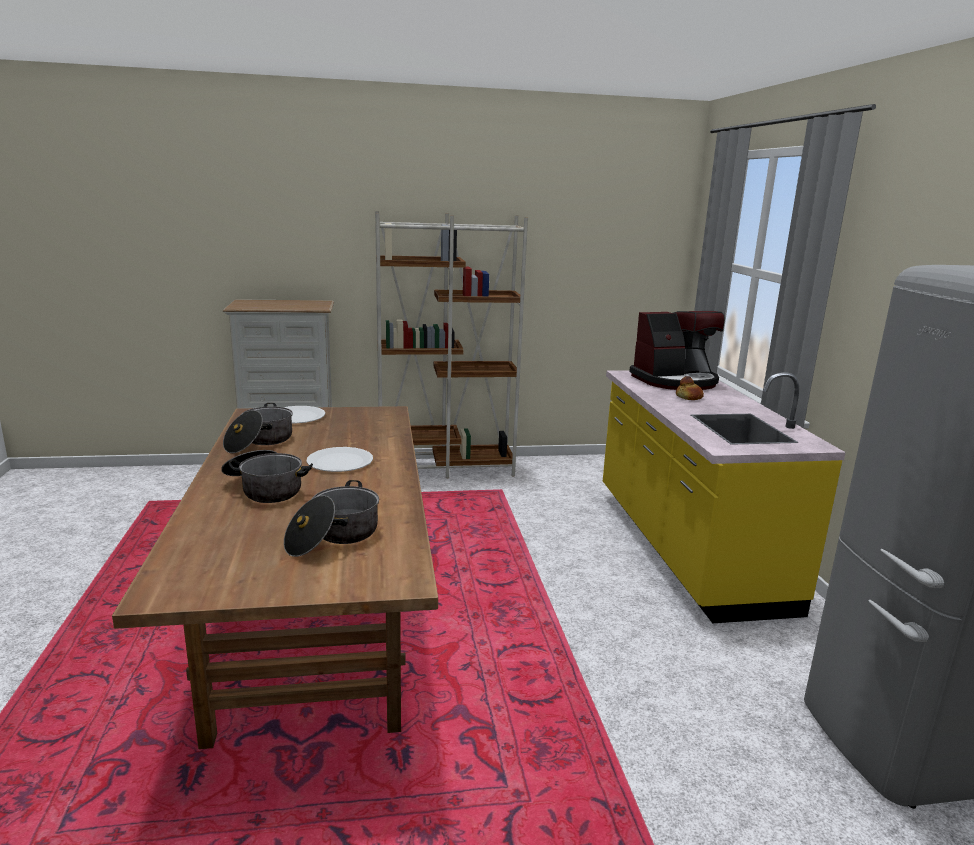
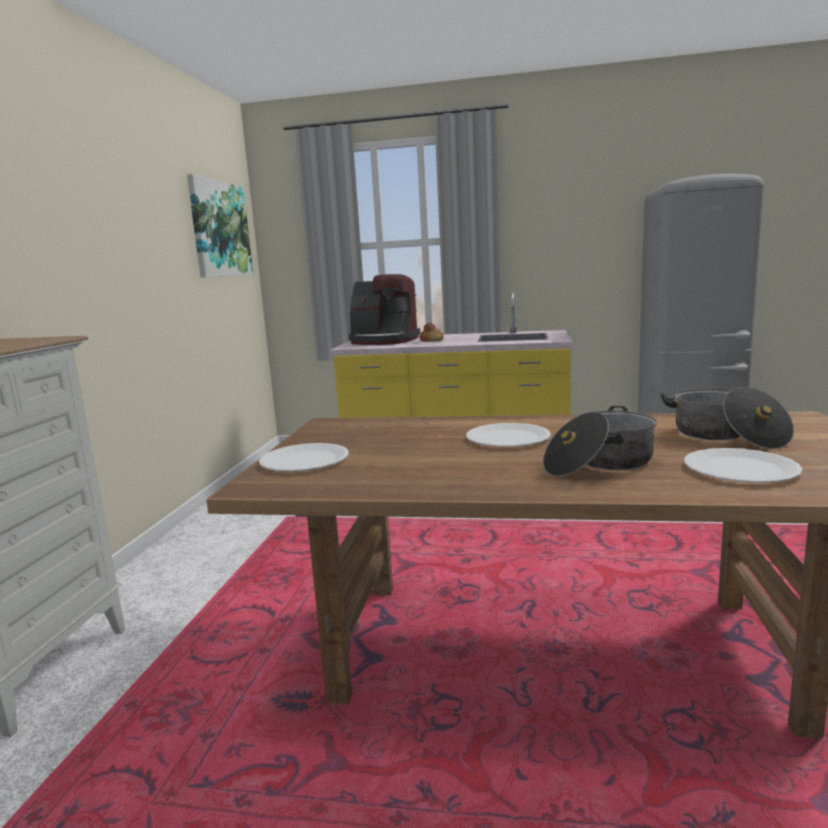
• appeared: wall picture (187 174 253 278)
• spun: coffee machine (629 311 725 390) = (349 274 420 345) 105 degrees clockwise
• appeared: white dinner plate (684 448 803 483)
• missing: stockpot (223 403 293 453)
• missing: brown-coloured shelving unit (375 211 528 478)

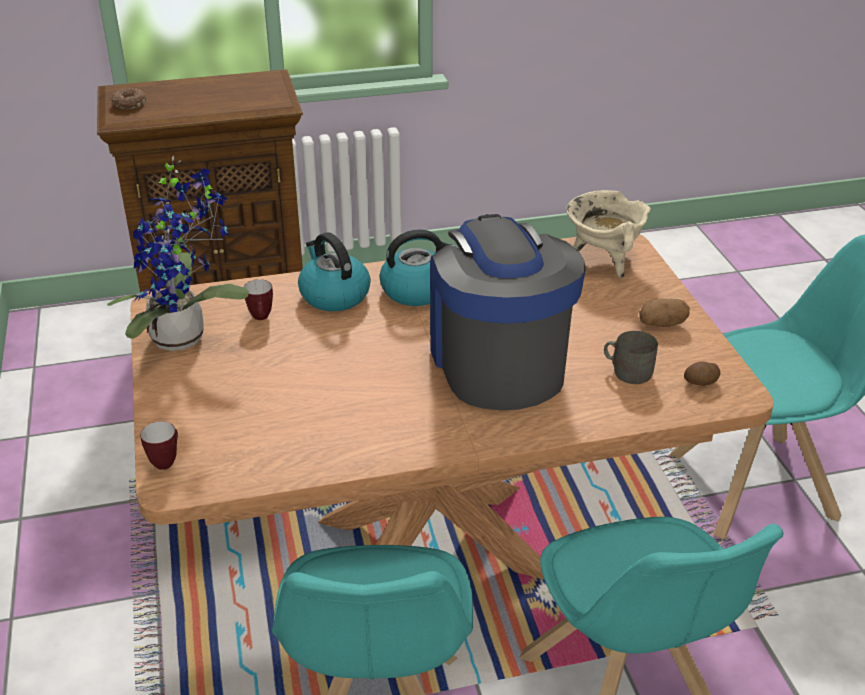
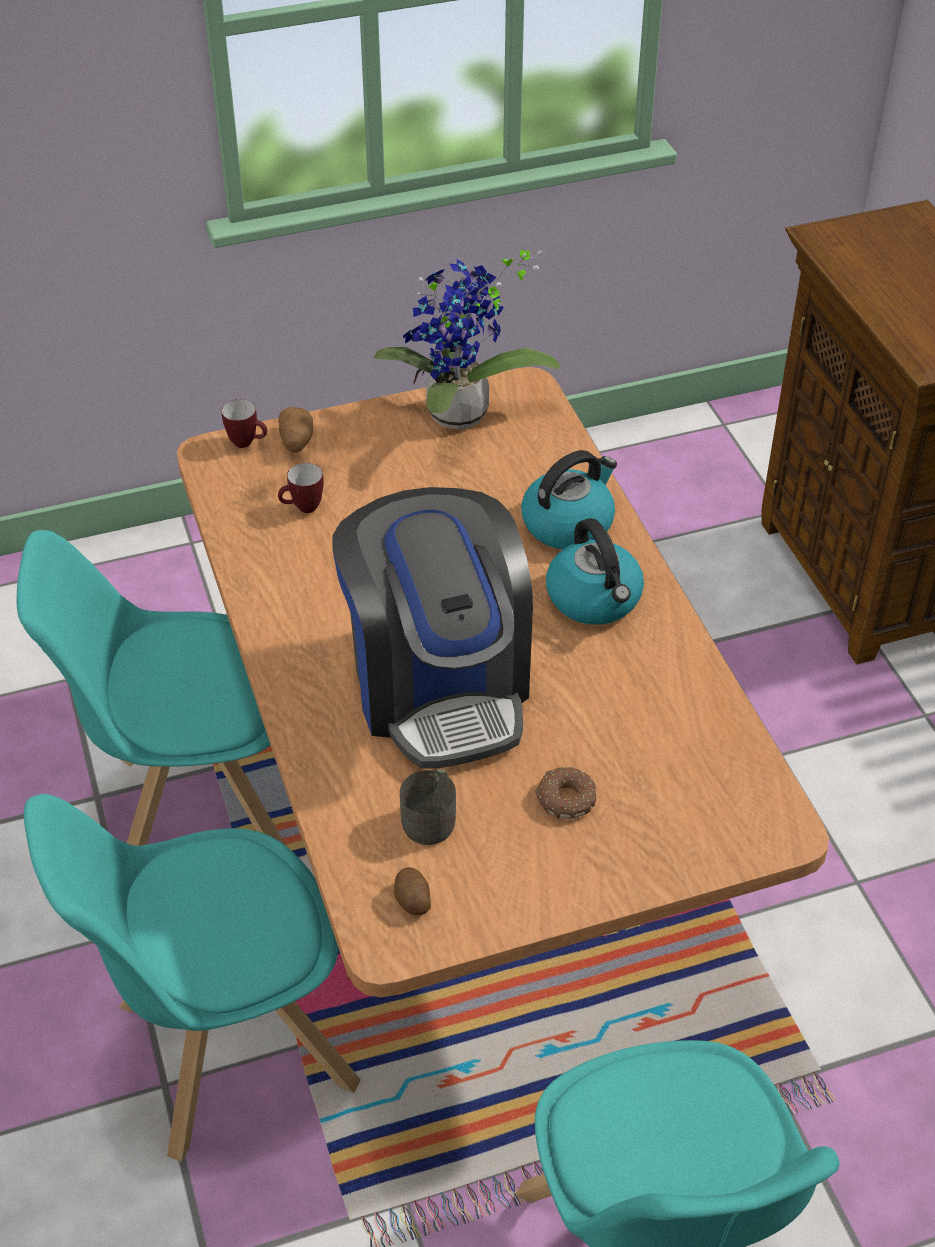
• relocated: tea mug (244 279 273 320) to (278 463 324 513)
• relocated: potato (639 299 690 327) to (279 407 313 453)
• spun: coffee machine (430 214 586 410) = (333 487 533 769) 90 degrees clockwise
• relocated: ring doughnut (110 88 146 109) to (535 766 597 819)
• missing: beige stockpot (566 190 651 278)

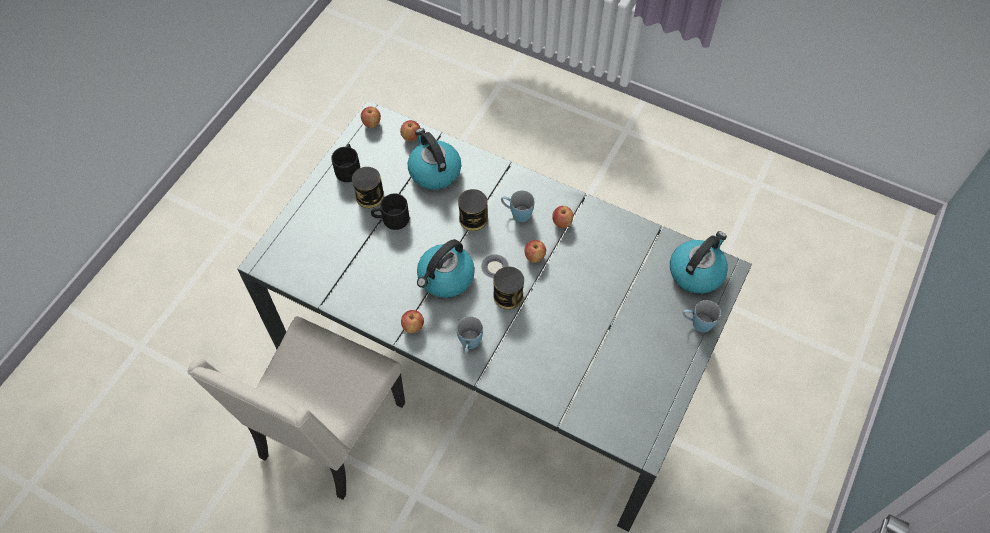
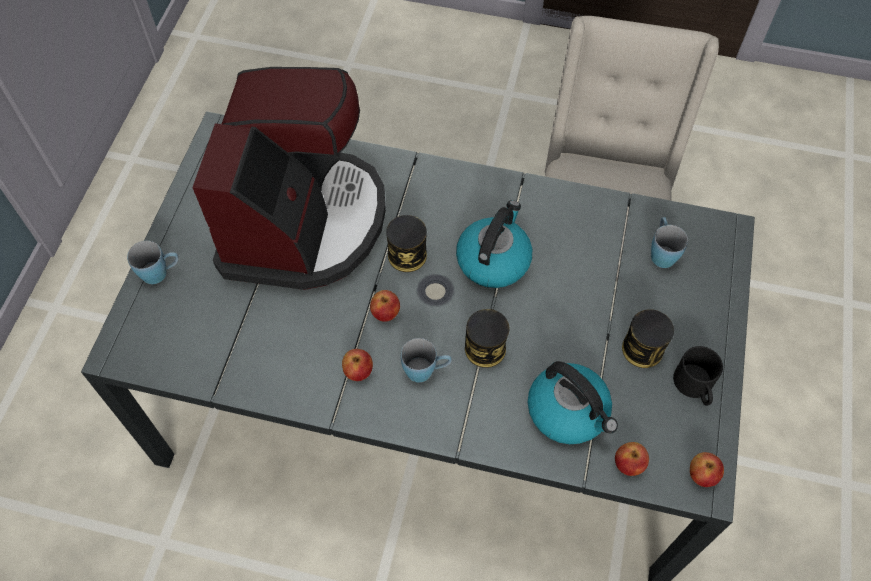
• appeared: coffee machine (192 67 386 290)
• relocated: bluish tea mug (457 316 483 354) to (651 217 688 268)
• missing: blackish tea mug (371 193 409 230)
• missing: apple fruit (401 310 424 333)
• missing: kettle (670 231 728 294)

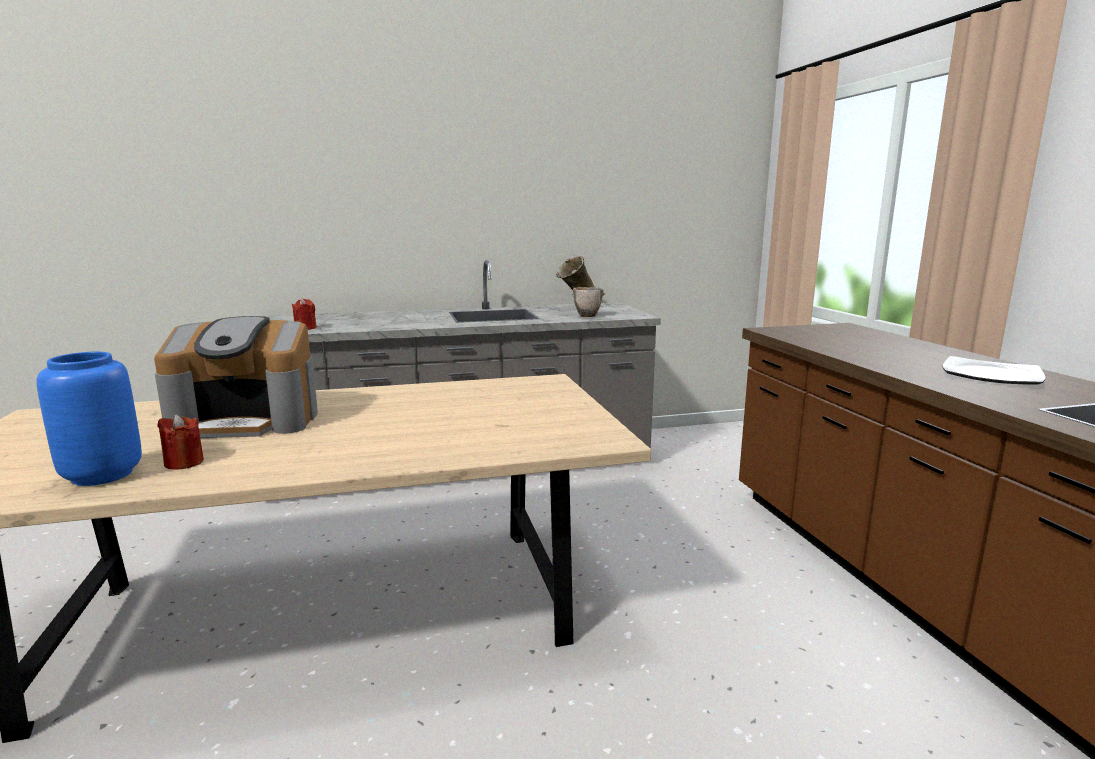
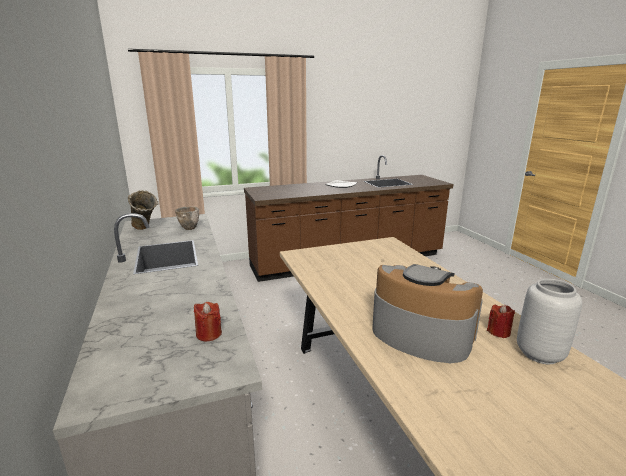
• spun: coffee machine (154 316 318 438) = (372 264 483 363) 45 degrees counterclockwise
• colour: bluish flower vase (36 352 142 486) to grey flower vase (517 278 582 364)

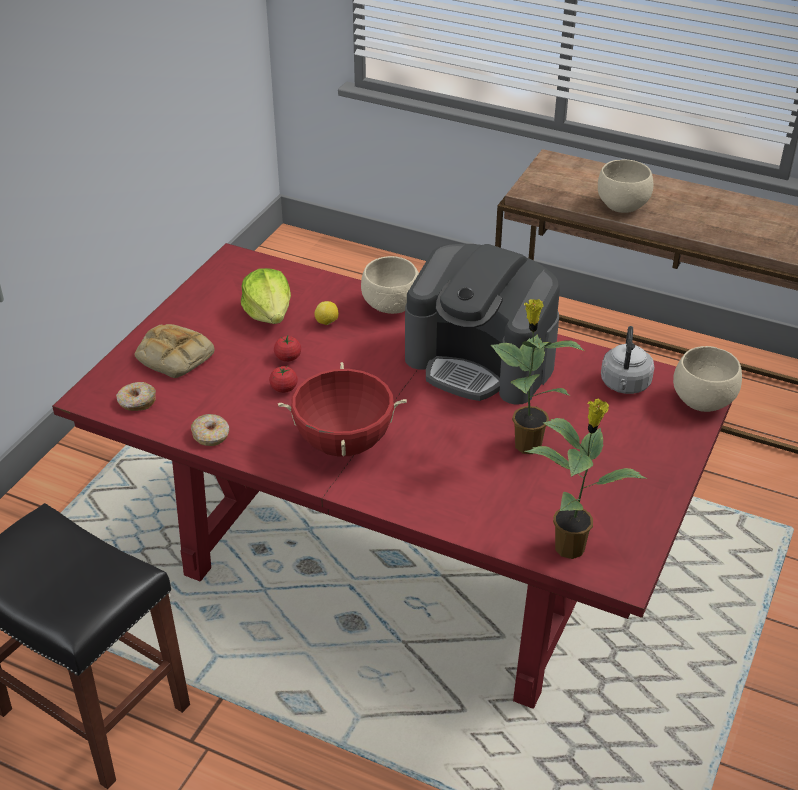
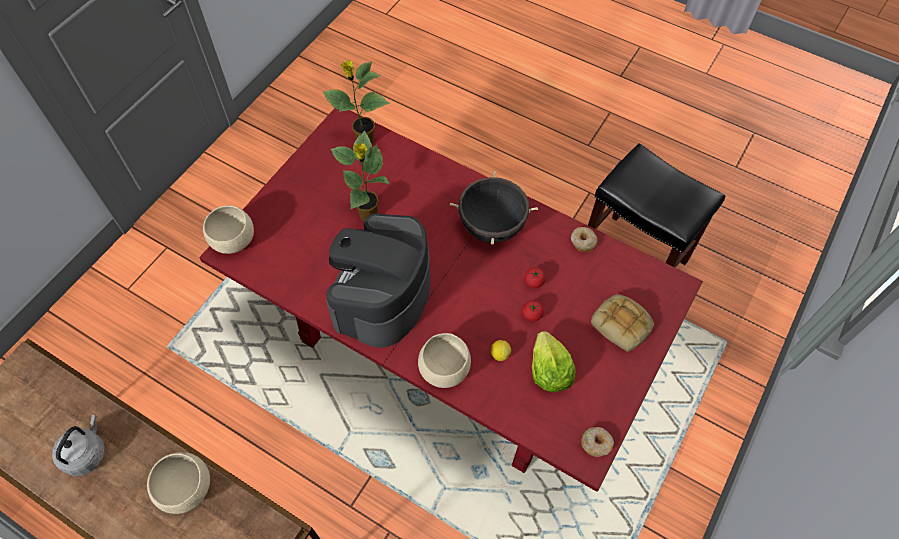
• relocated: grey kettle (601 326 654 394) to (52 415 105 476)
• spun: coffee machine (405 243 560 405) = (326 213 430 348) 105 degrees counterclockwise
• colour: red stockpot (278 362 407 456) to blackish stockpot (450 171 538 245)
• relocated: ring doughnut (116 382 156 411) to (581 427 614 457)

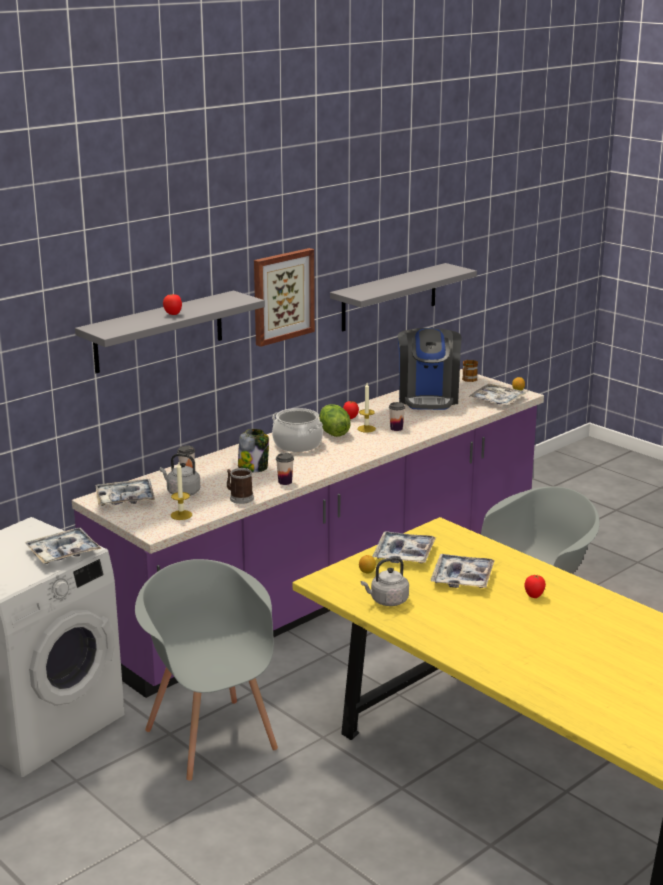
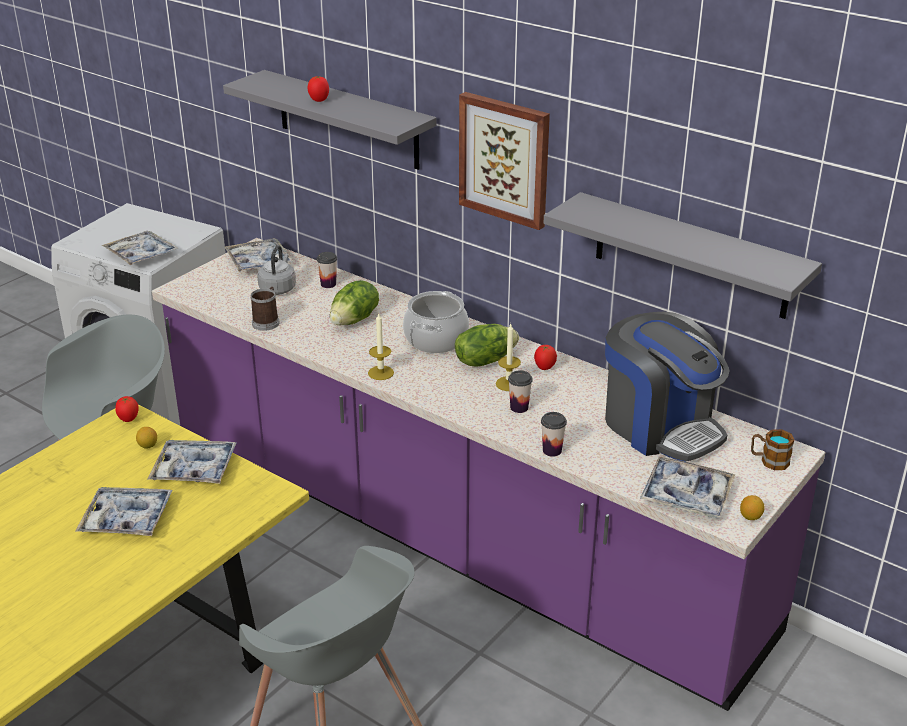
• relocated: tomato (525 575 546 598) to (115 396 139 422)
• exchanged: storage jar (238 429 269 472) to lettuce head (330 280 379 325)
• relocated: wax light (171 463 192 520) to (368 313 394 380)
• relocated: small cup (276 453 294 485) to (541 412 567 457)
• spun: coffee machine (398 328 462 410) = (605 312 730 462) 120 degrees counterclockwise
• missing: grey kettle (361 557 409 606)

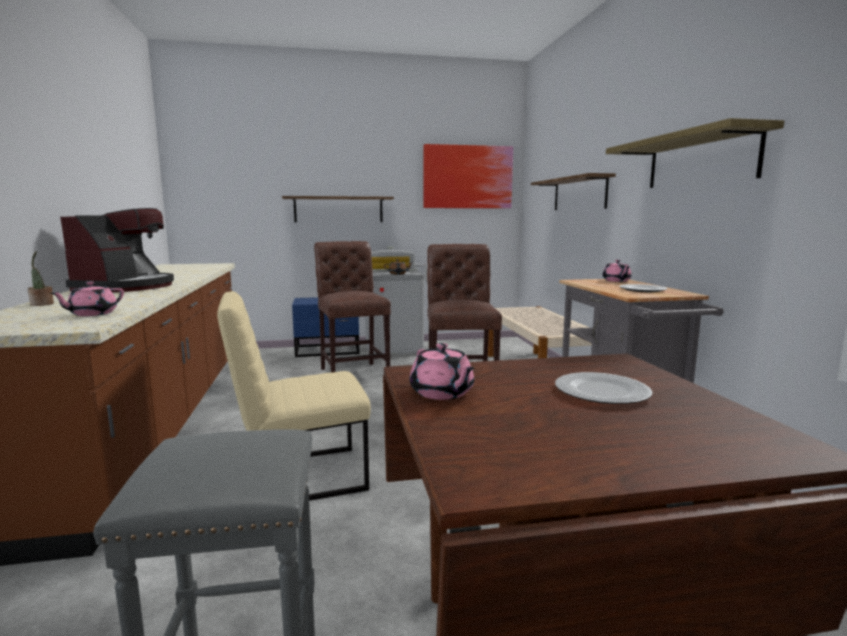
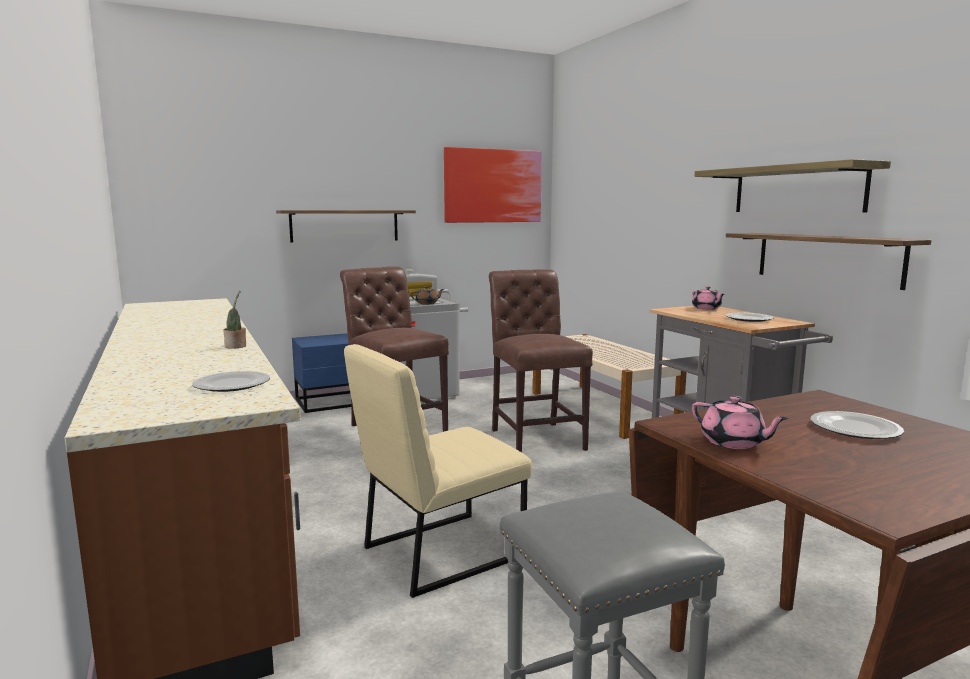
• exchanged: pinkish pot for tea (50 281 124 316) to dinner plate (192 371 270 392)
• relocated: plant in a pot (28 251 54 306) to (223 291 246 349)
• relocated: shelf (531 173 616 210) to (726 233 931 290)
• missing: coffee machine (60 208 174 292)

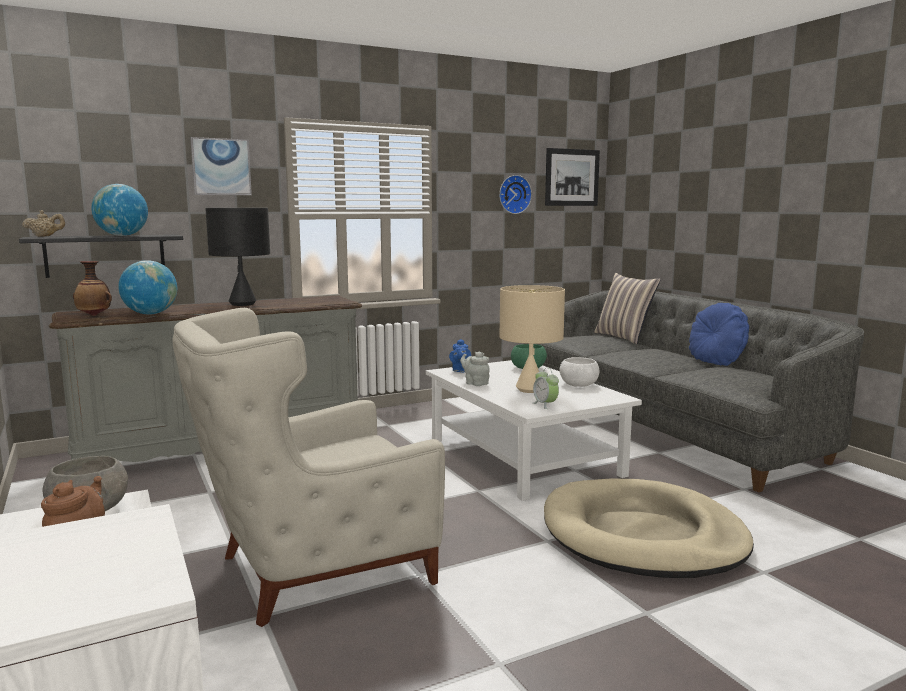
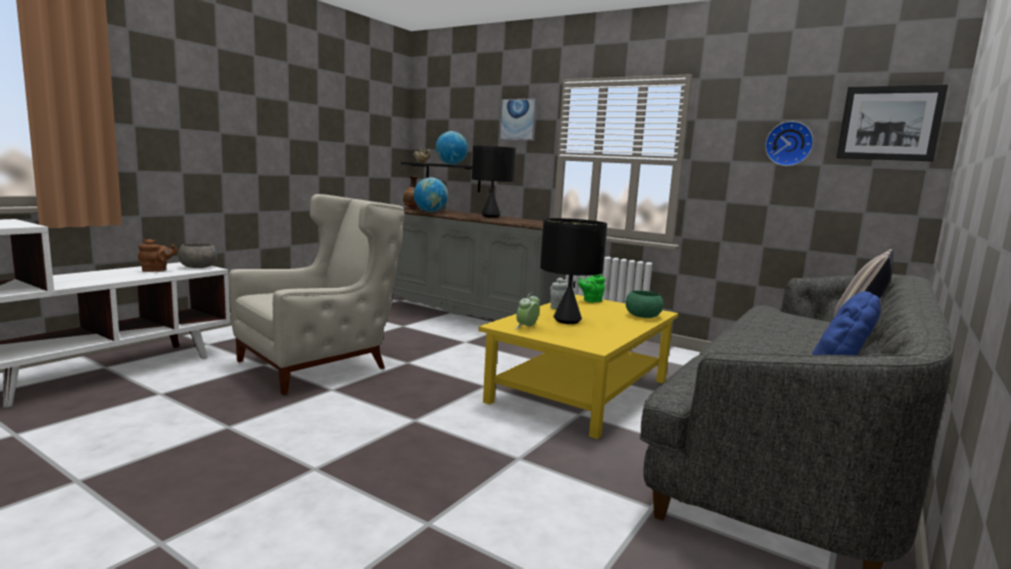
• spun: beige armchair (172 308 445 627) = (229 194 405 395) 105 degrees clockwise
• colour: white coffee table (426 360 642 501) to yellow-coloured coffee table (479 294 678 439)
• colour: beige lamp for a table (500 285 565 393) to blackish lamp for a table (540 218 607 324)
• colour: bluish pot for tea (449 339 471 373) to green-coloured pot for tea (578 274 605 303)
• missing: beige dog bed (544 478 754 578)
• missing: white serving bowl (560 357 599 387)

